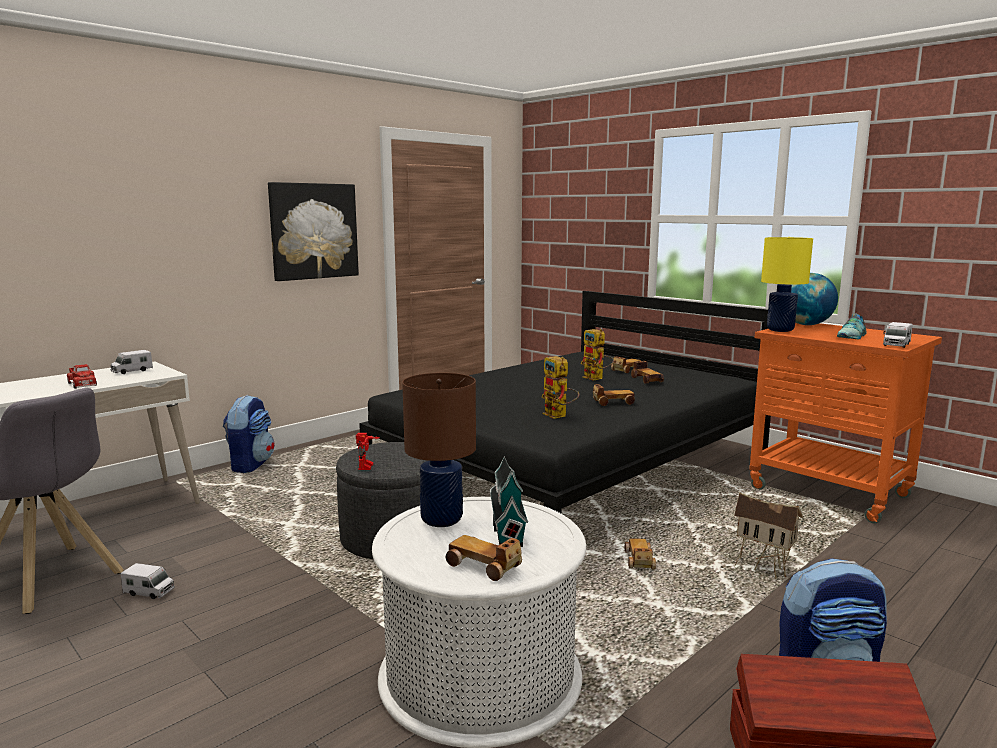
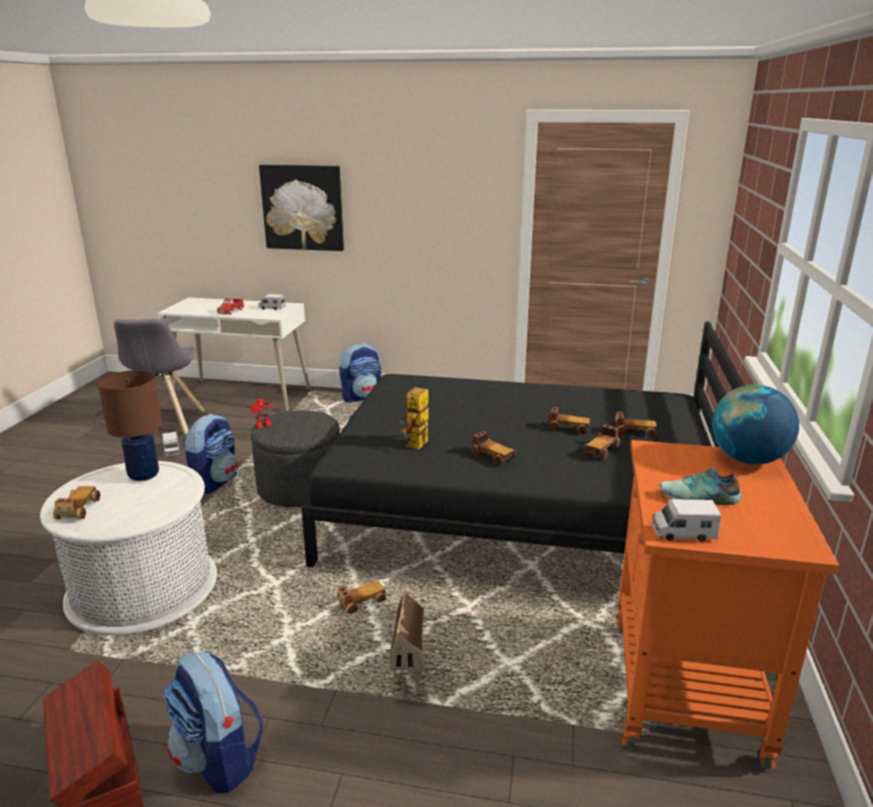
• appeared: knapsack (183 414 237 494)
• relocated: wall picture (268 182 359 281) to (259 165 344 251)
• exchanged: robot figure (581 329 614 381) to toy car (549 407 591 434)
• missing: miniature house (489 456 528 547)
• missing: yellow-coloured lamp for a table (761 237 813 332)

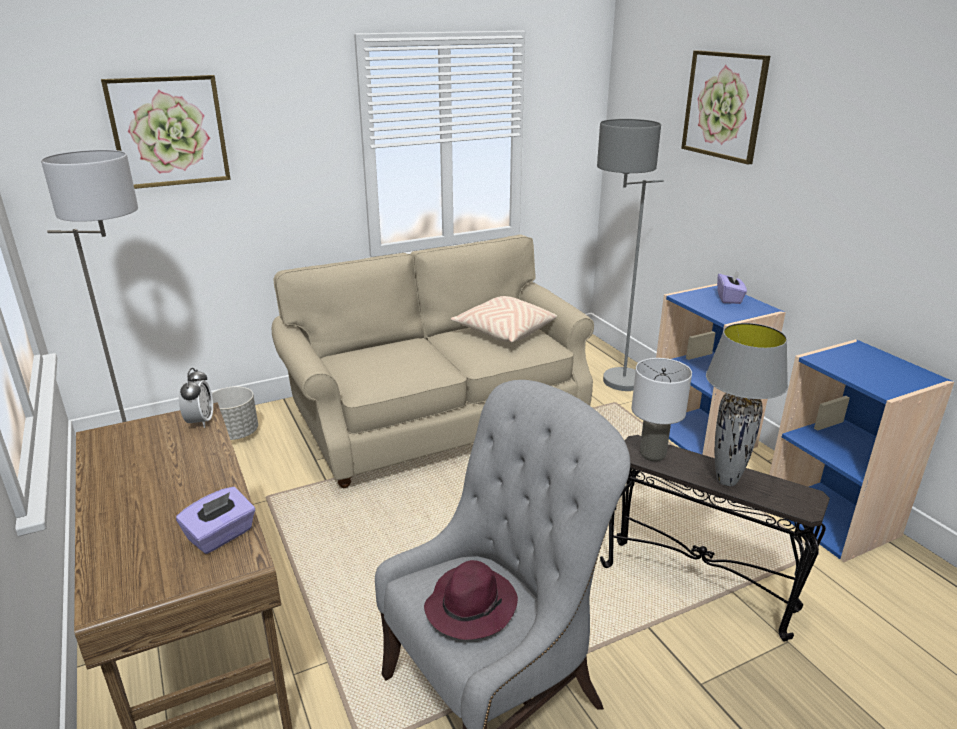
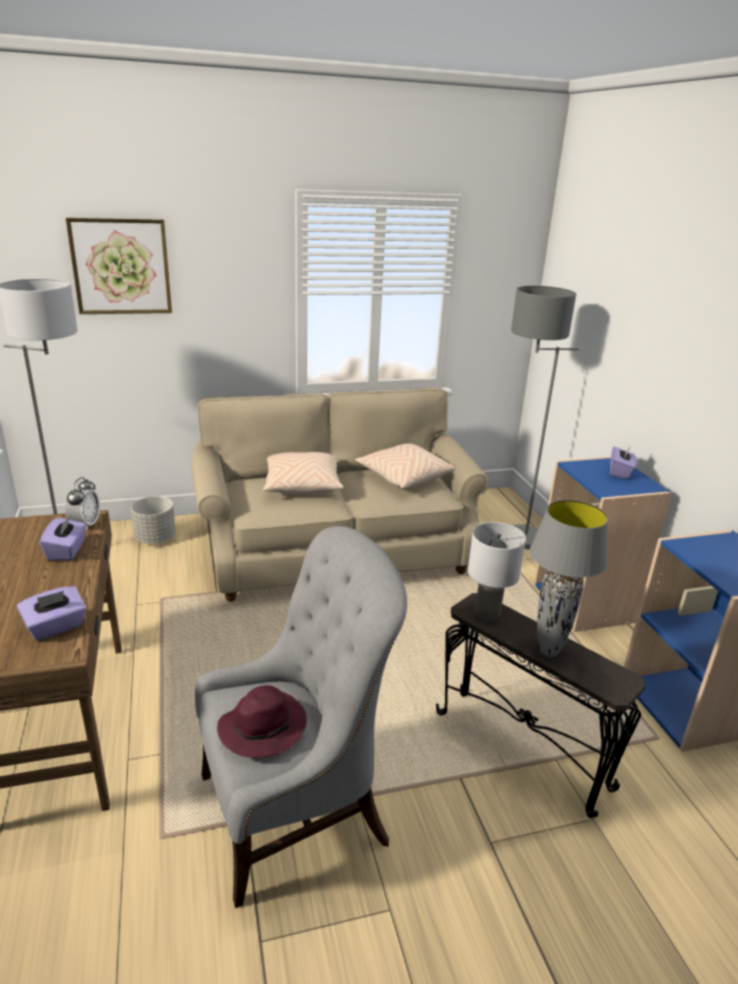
• appeared: purple-coloured tissue box (40 514 86 561)
• appeared: beige cushion (263 452 344 495)
• missing: wall picture (681 50 770 164)

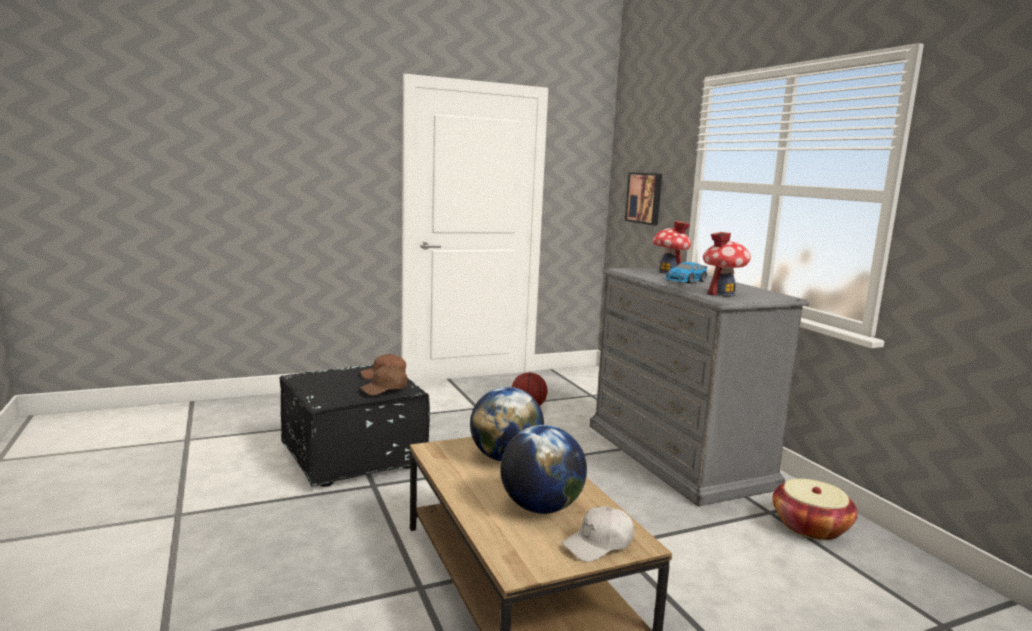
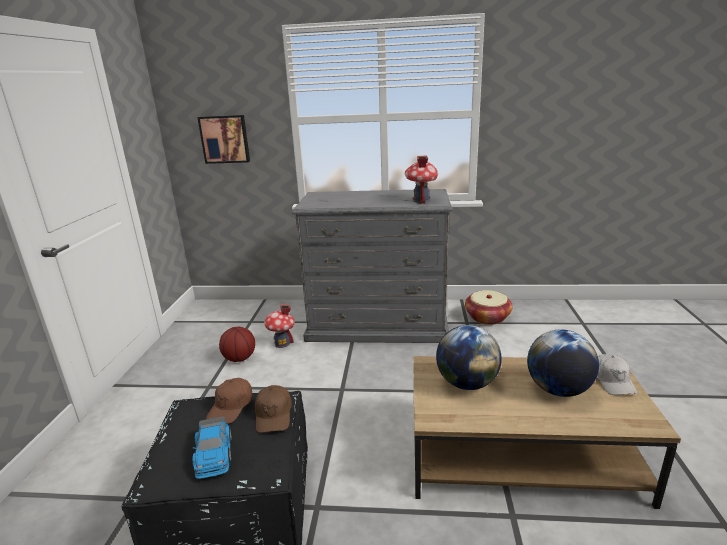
• relocated: toy car (665 262 708 284) to (192 416 232 479)
• relocated: miniature house (653 221 691 274) to (264 305 295 348)

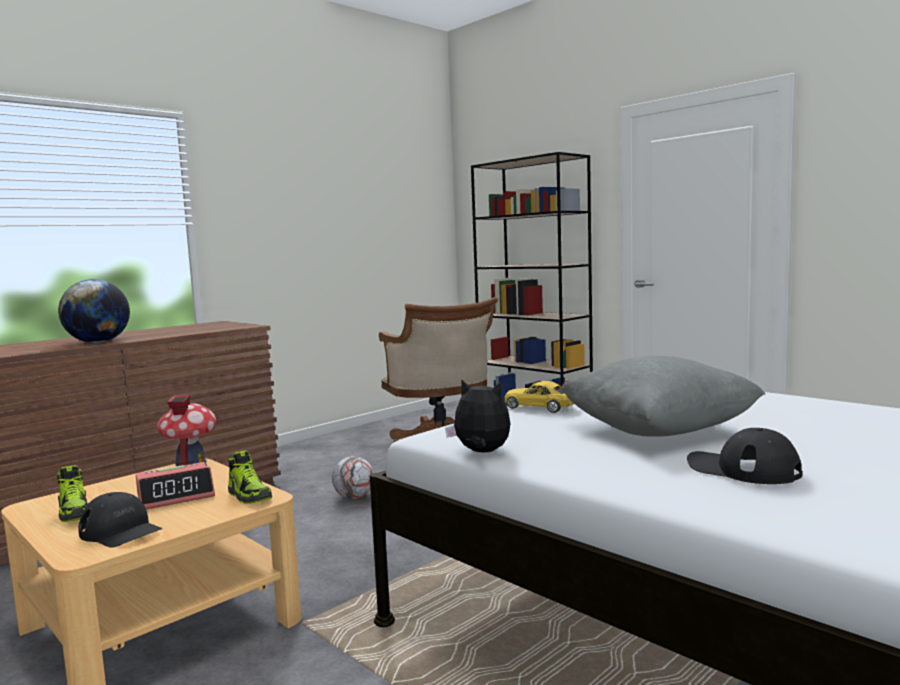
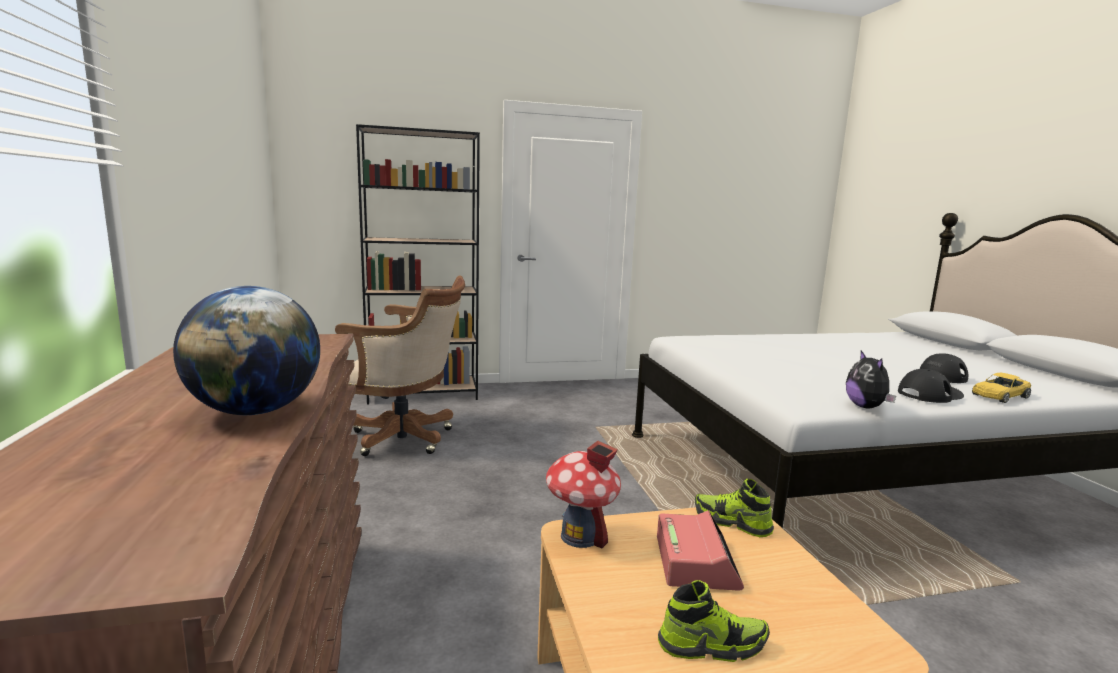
• spun: shoe (228 450 272 504) = (695 479 774 537) 135 degrees counterclockwise
• spun: soft toy (445 379 511 452) = (846 351 896 409) 60 degrees counterclockwise
• relocated: blackish peaked cap (78 492 162 547) to (898 369 964 403)
• relocated: yellow-coloured toy car (505 381 574 413) to (972 373 1032 403)
• missing: football ball (332 456 374 499)
• missing: grey cushion (560 356 766 437)

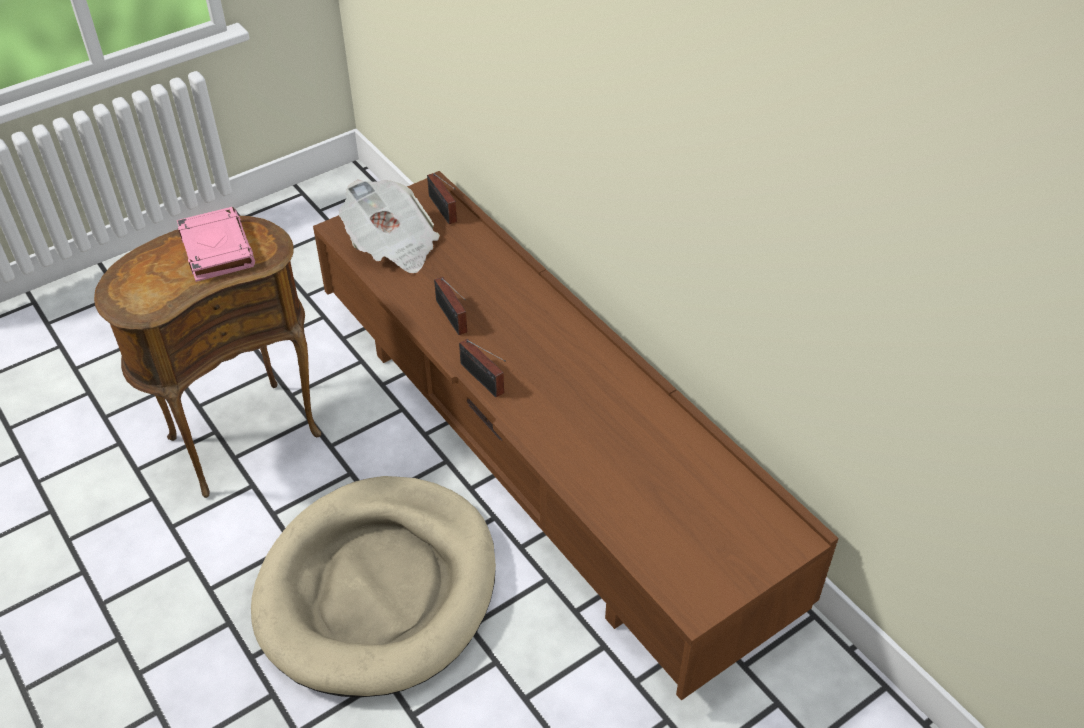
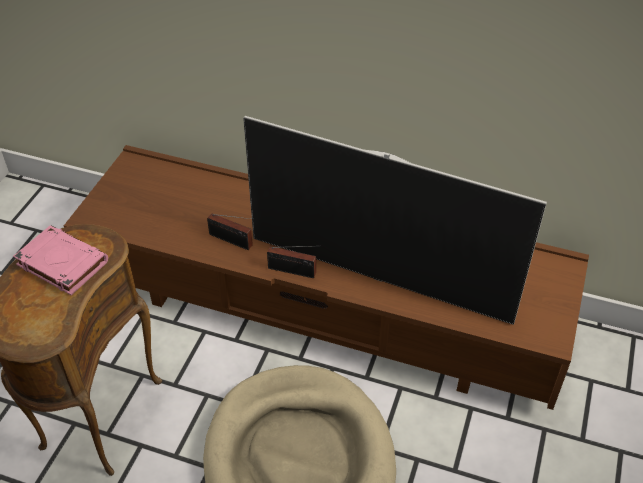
• appeared: television (243 116 547 325)
• missing: printed paper (339 180 440 273)
• missing: radio set (427 173 457 224)

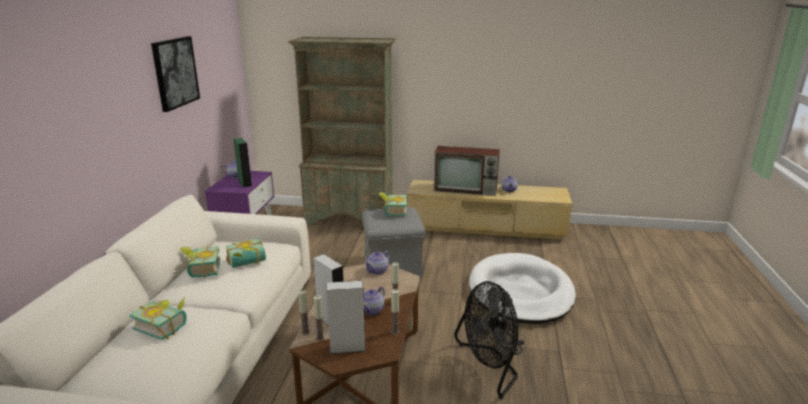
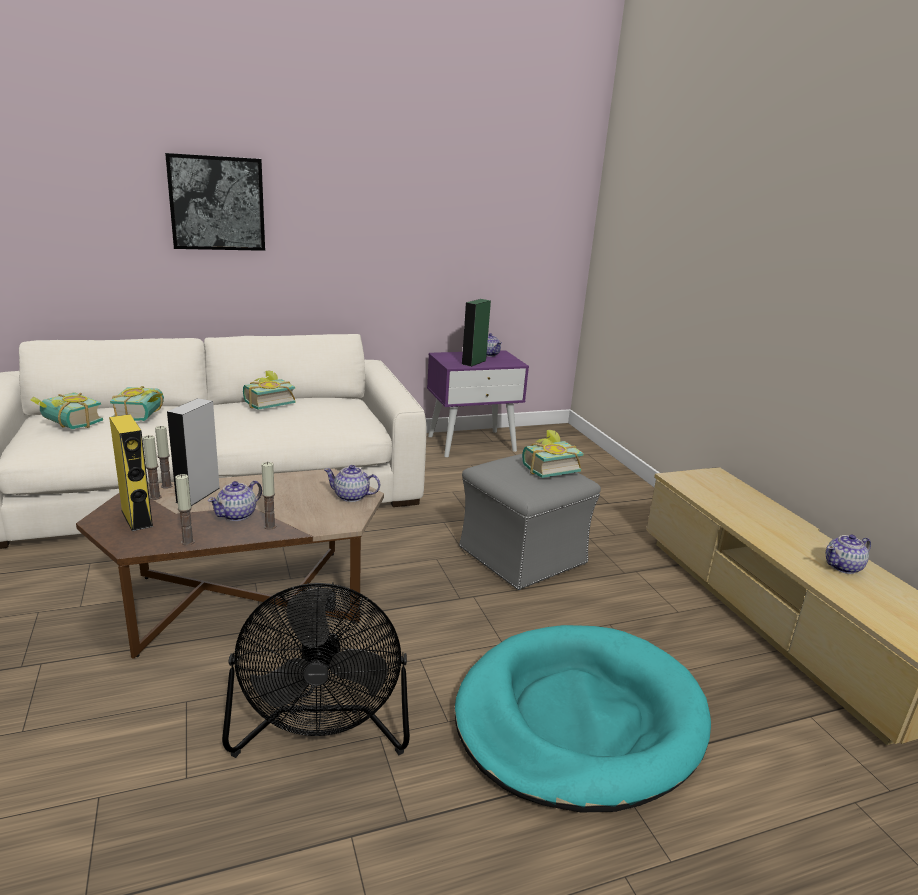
• relocated: bound book (226 239 266 268) to (30 392 103 429)
• colour: grey audio speaker (326 281 366 354) to yellow-coloured audio speaker (109 414 153 531)
• relocated: wall picture (151 36 200 112) to (165 153 265 251)
• spun: pot for tea (363 287 385 315) = (208 481 262 521) 60 degrees counterclockwise
• spun: blackish cooling fan (455 281 525 400) = (222 582 410 758) 135 degrees counterclockwise
• colour: white dog bed (469 253 576 324) to turquoise dog bed (455 625 711 812)
• missing: green-coloured shelving unit (288 37 396 226)
• missing: television (434 146 500 196)

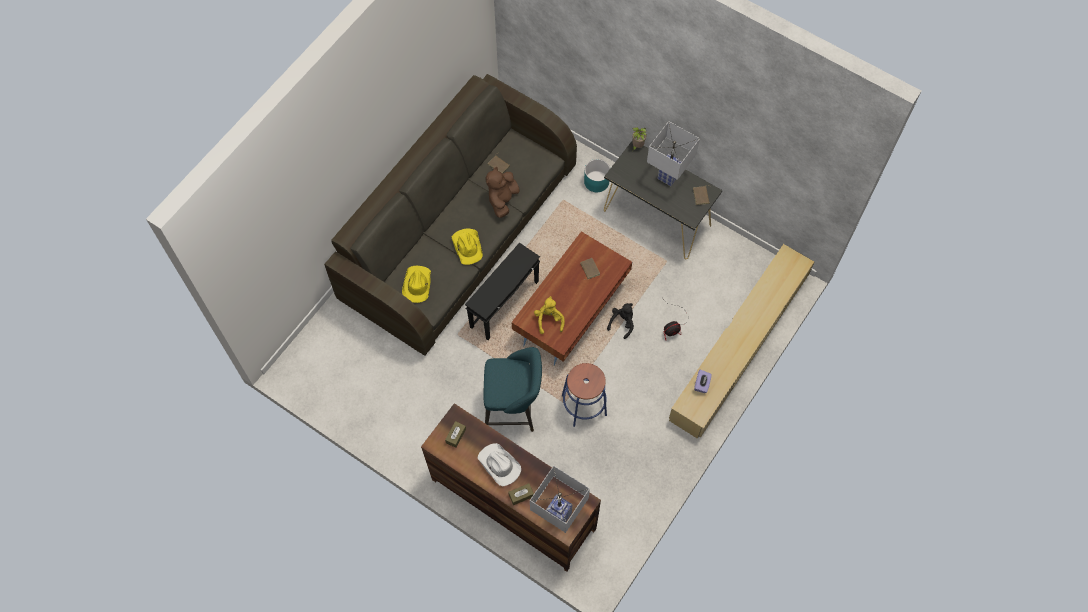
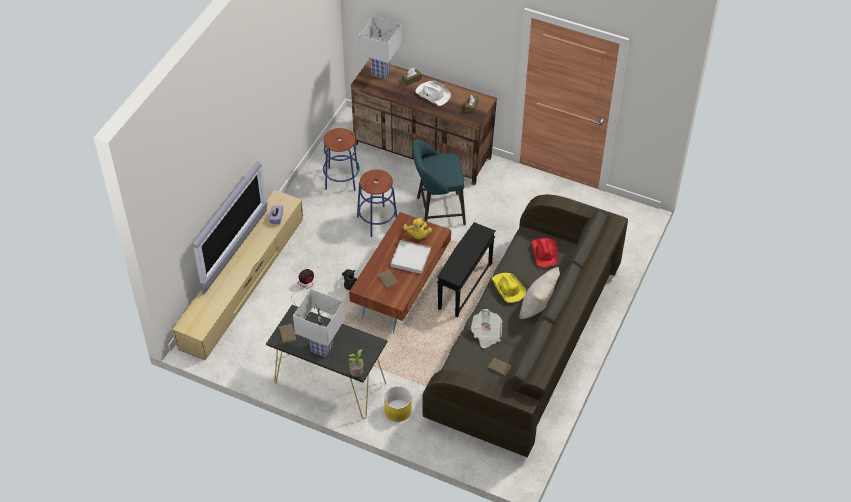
• appeared: television (193 161 268 294)
• appeared: bluish sitting stool (323 128 360 191)
• colour: turquoise planter (584 159 610 192) to yellow-coloured planter (384 386 412 422)
• appeared: white serving tray (390 240 431 274)
• exchanged: brown-coloured soft toy (486 167 520 218) to printed paper (470 309 502 348)
• appeared: beige cushion (519 267 560 319)
• colour: yellow-coloured clothing hat (402 266 431 303) to red clothing hat (532 238 558 267)

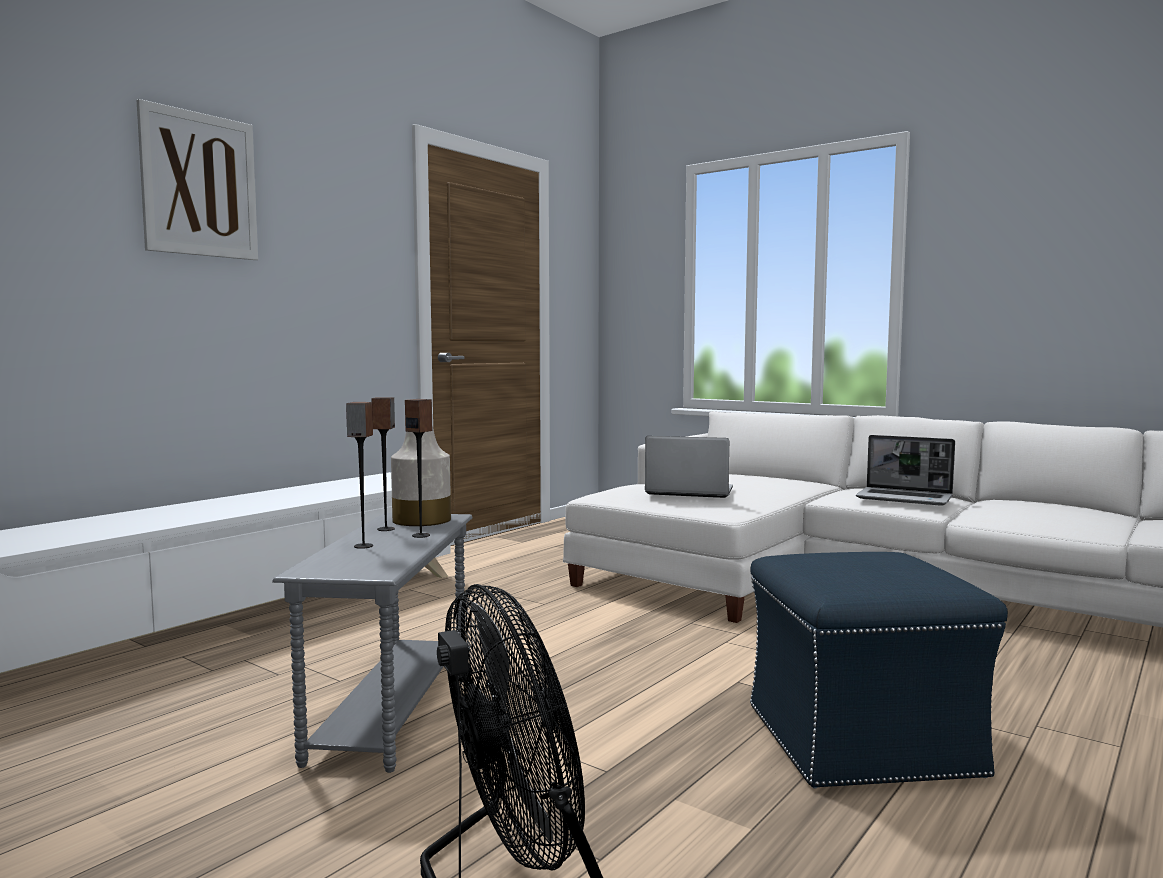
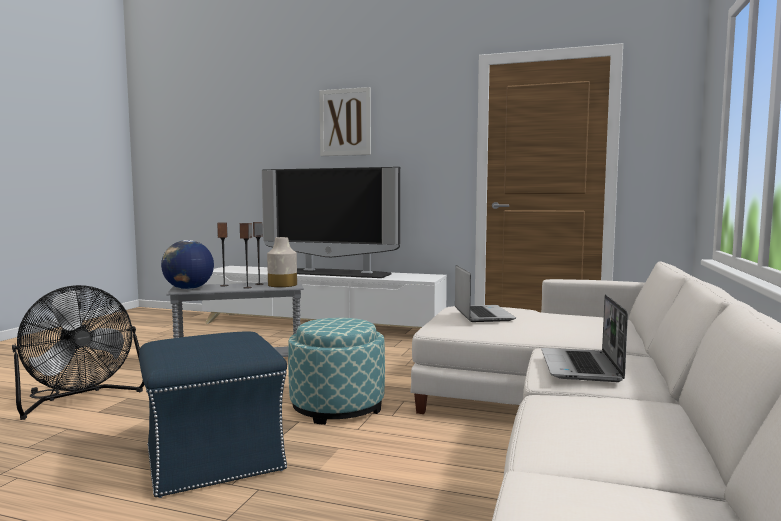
• appeared: world globe (161 240 214 290)
• appeared: television (262 167 400 278)
• appeared: ottoman (288 318 385 425)

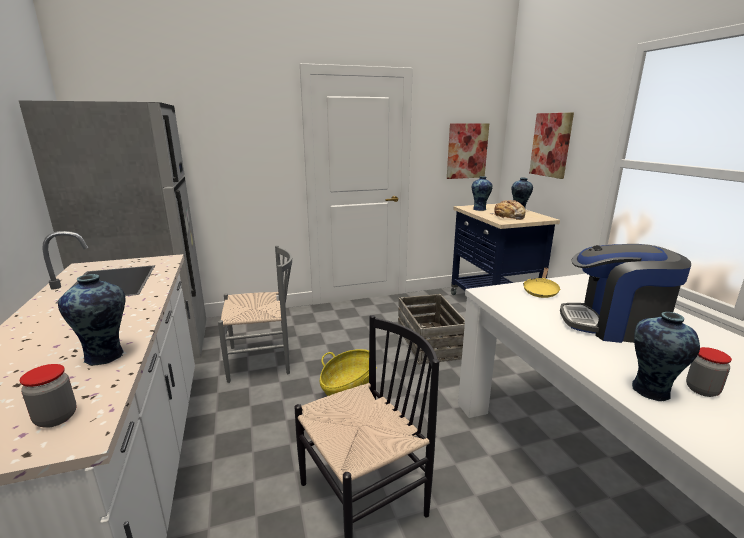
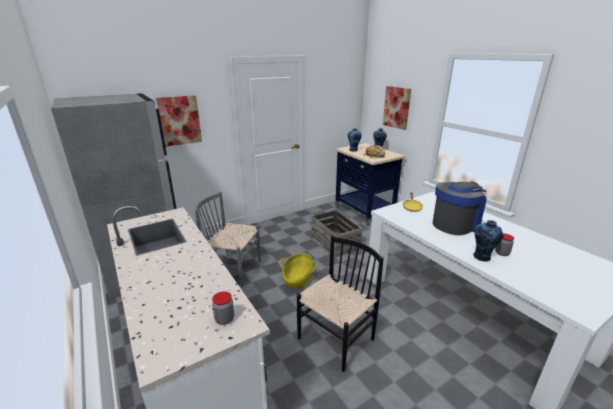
• relocated: wall picture (447 123 489 179) to (156 95 202 147)
• spun: grey upright chair (218 245 292 383) = (195 192 261 287) 135 degrees counterclockwise
• spun: coffee machine (560 244 691 343) = (432 181 487 235) 150 degrees clockwise
• missing: flower vase (58 274 125 366)

